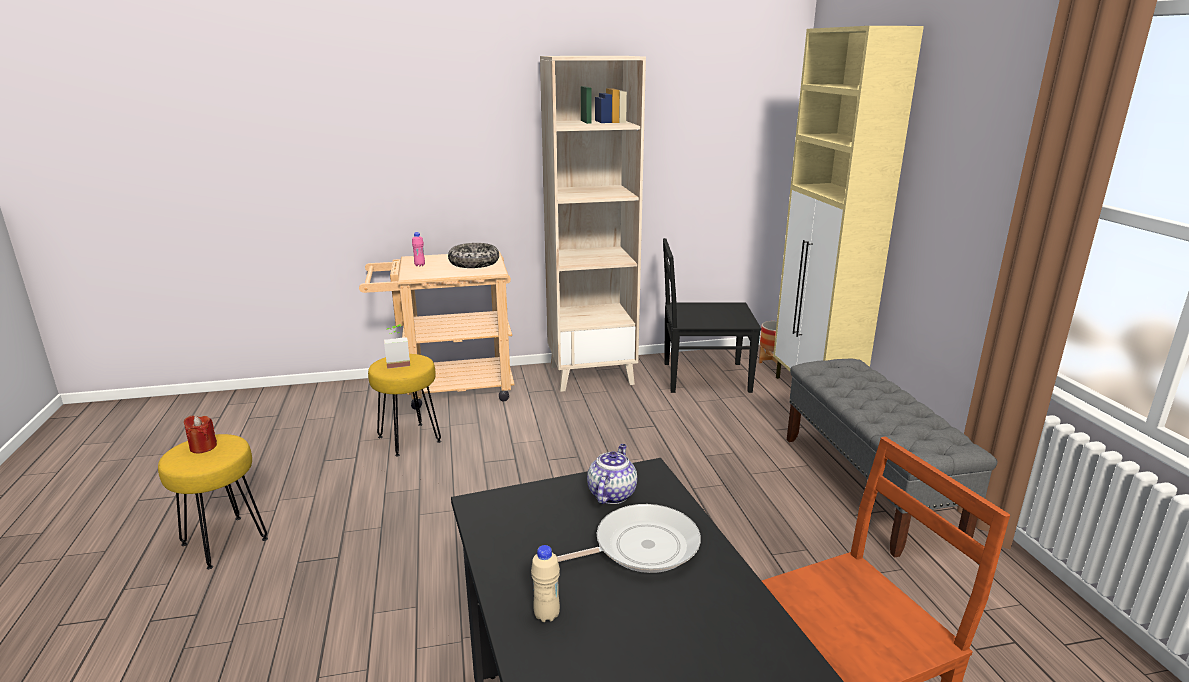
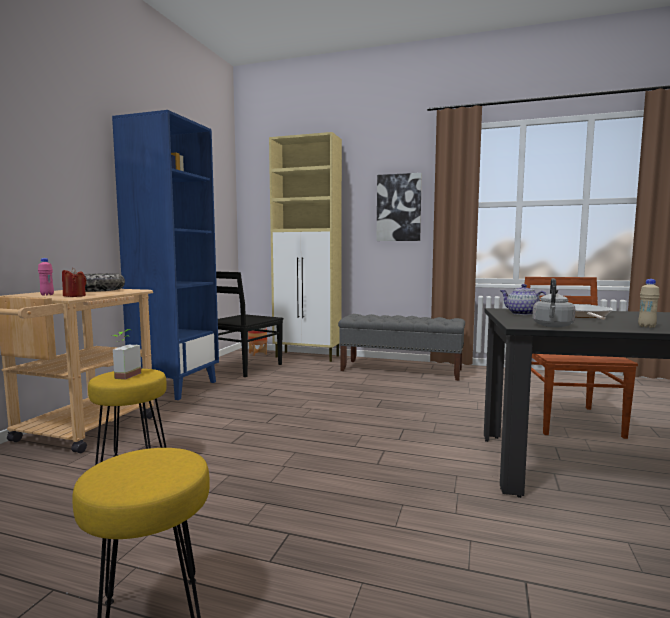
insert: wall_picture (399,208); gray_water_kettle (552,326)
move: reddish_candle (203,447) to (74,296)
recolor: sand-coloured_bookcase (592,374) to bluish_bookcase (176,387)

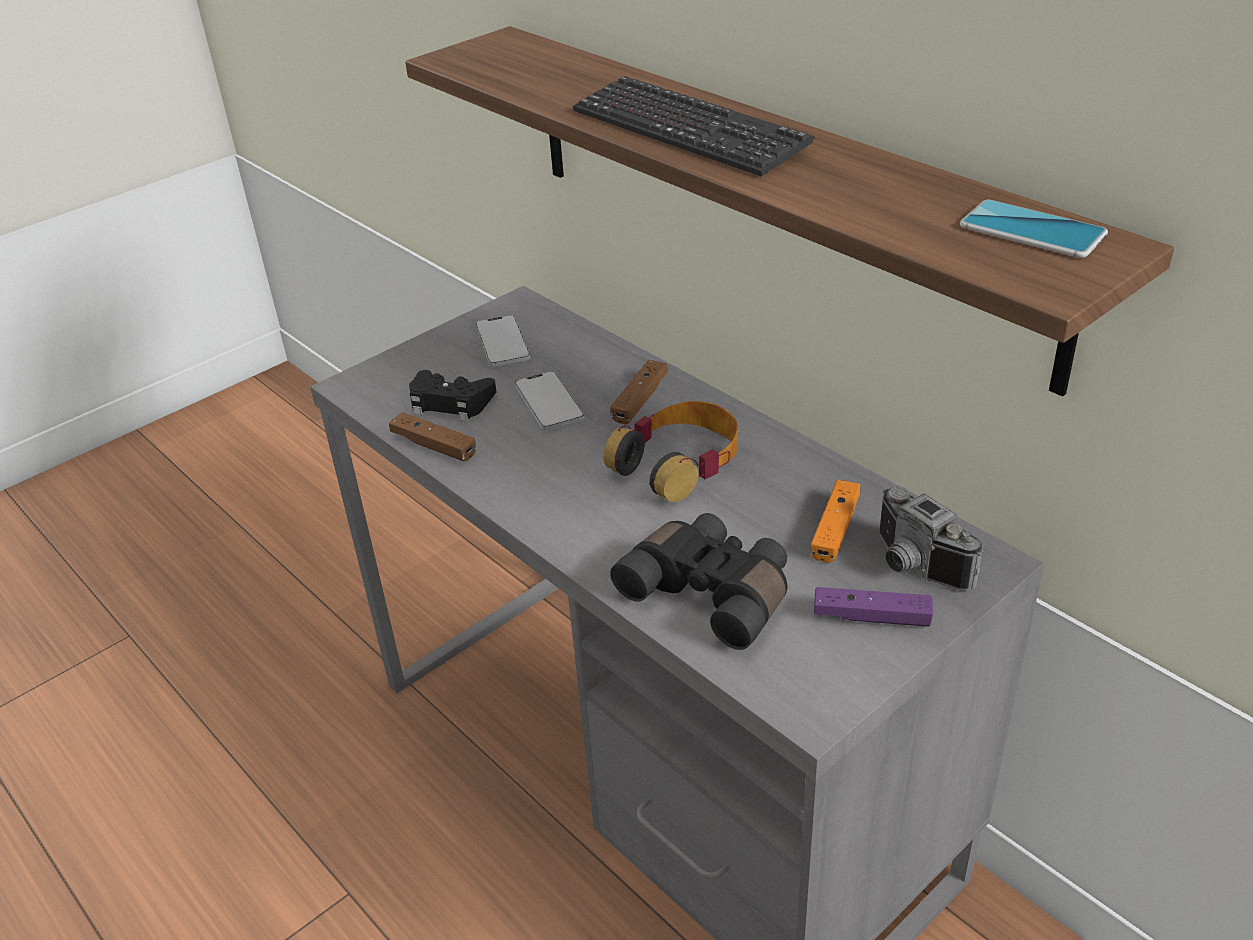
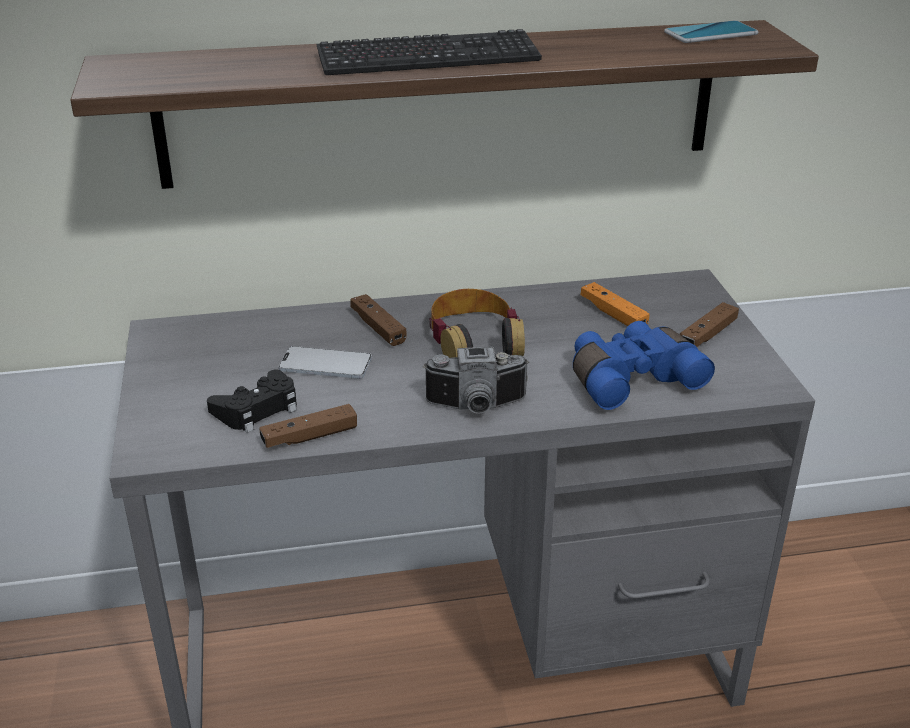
delete: phone (502,342)
move: still_camera (913,567) to (477,407)
recolor: blackish_pair_of_binoculars (712,592) to bluish_pair_of_binoculars (631,378); purple-coloured_joypad (871,617) to brownish_joypad (707,335)

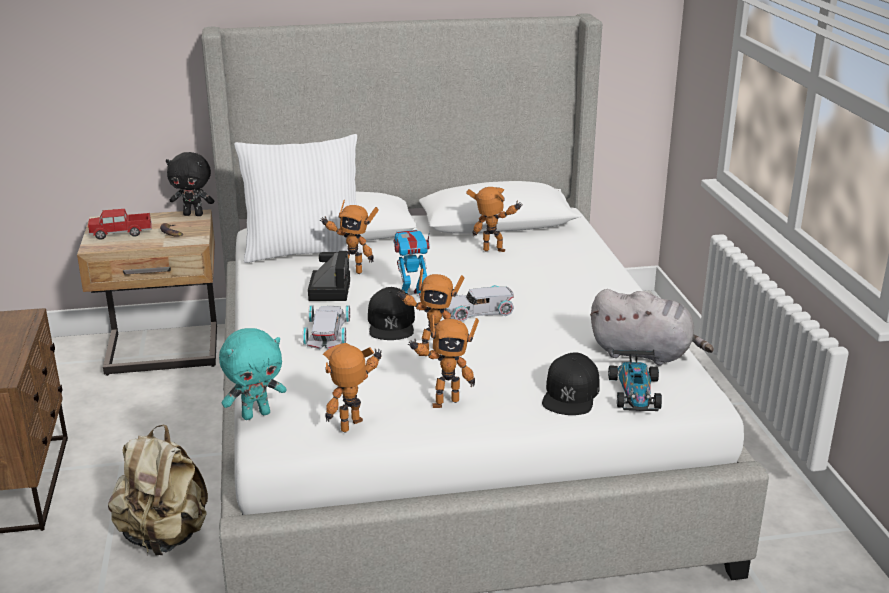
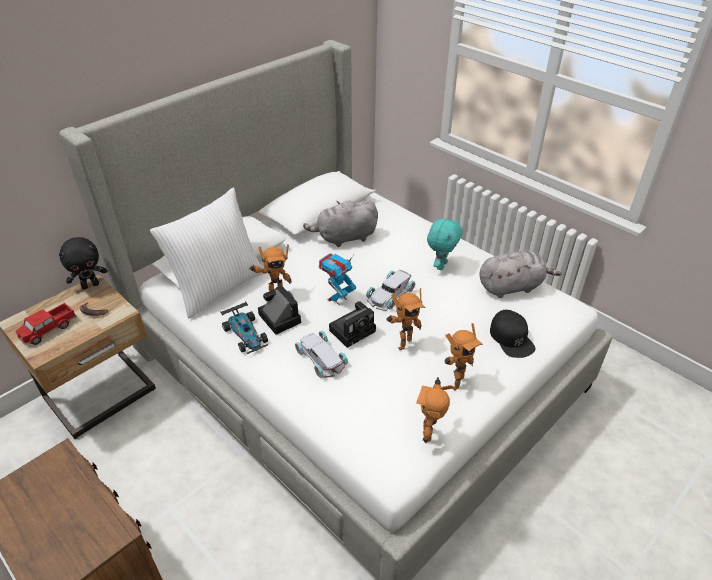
delete: sand-coloured_backpack (164,537)
move: blue-green_soft_toy (256,414) to (441,265); model_car (635,392) to (246,334)
replace: blackish_peaked_cap (391,323) to still_camera (353,330); model_robot (494,252) to gray_soft_toy (344,238)

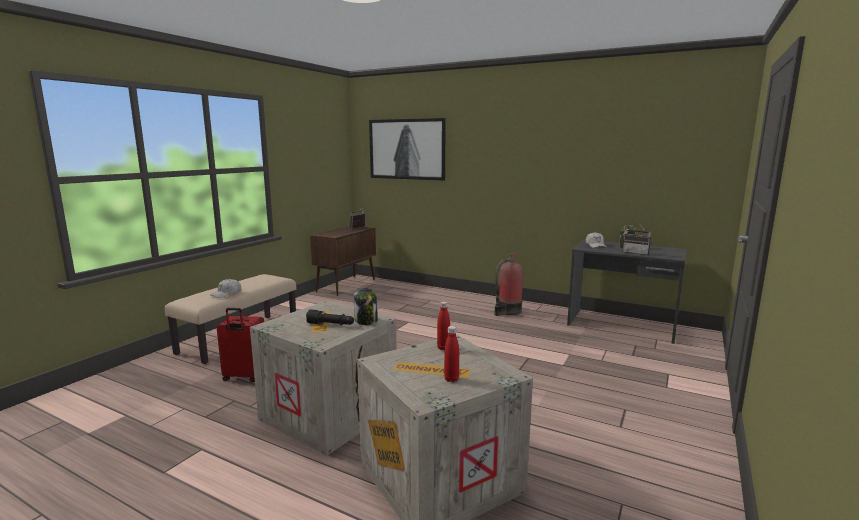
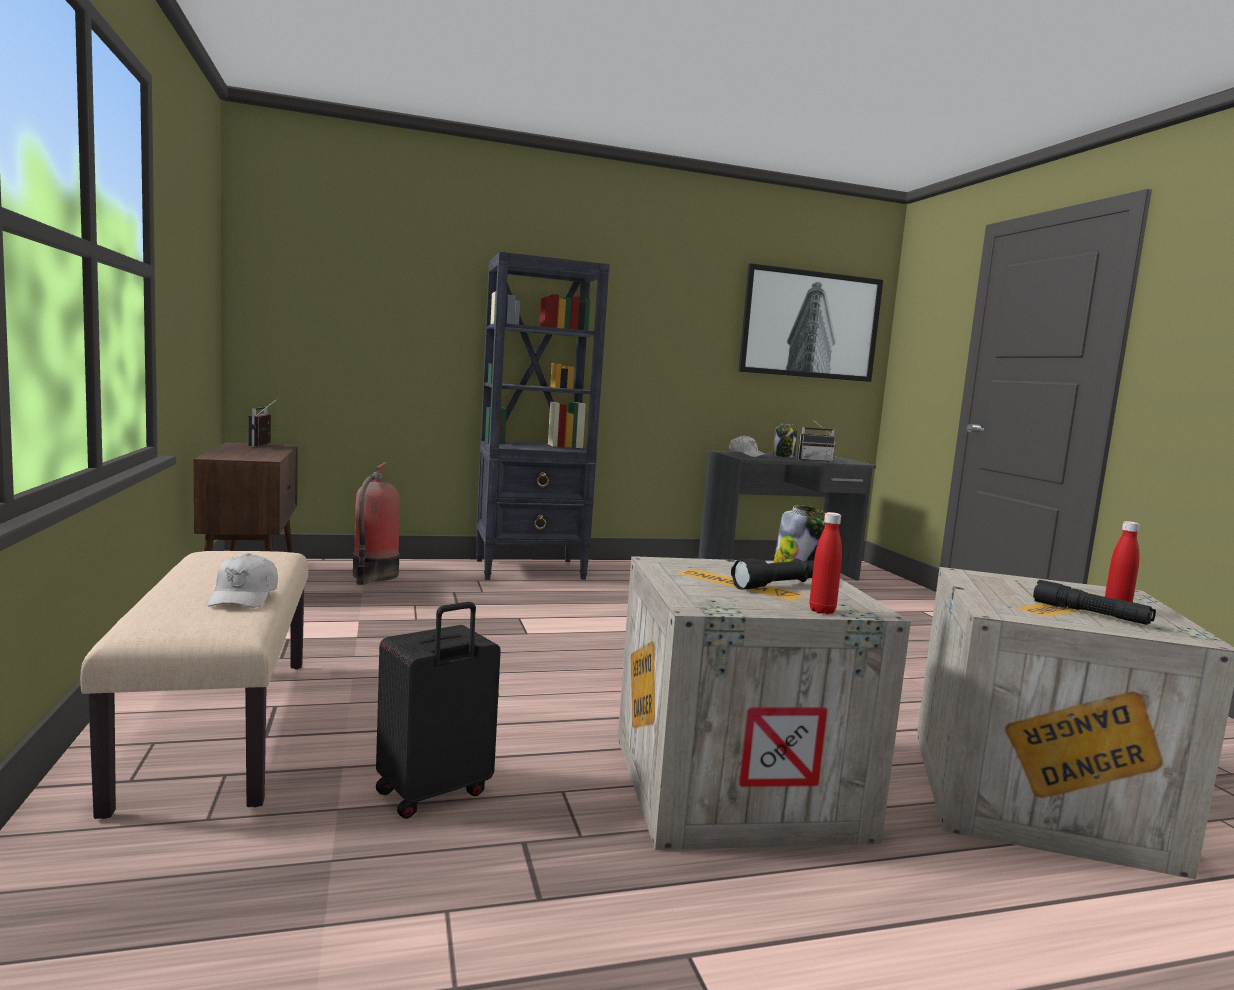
insert: blackish_bookcase (531,570); blackish_flashlight (1090,614)
move: wall_picture (407,149) to (810,325); reddish_drink_bottle (443,348) to (822,611); fire_extinguisher (508,311) to (374,576)
recolor: reddish_travel_case (244,377) to blackish_travel_case (434,793)

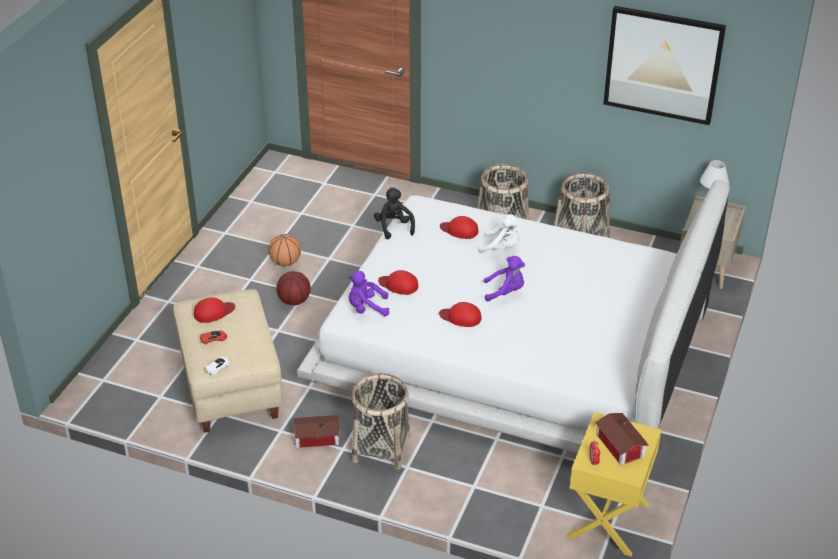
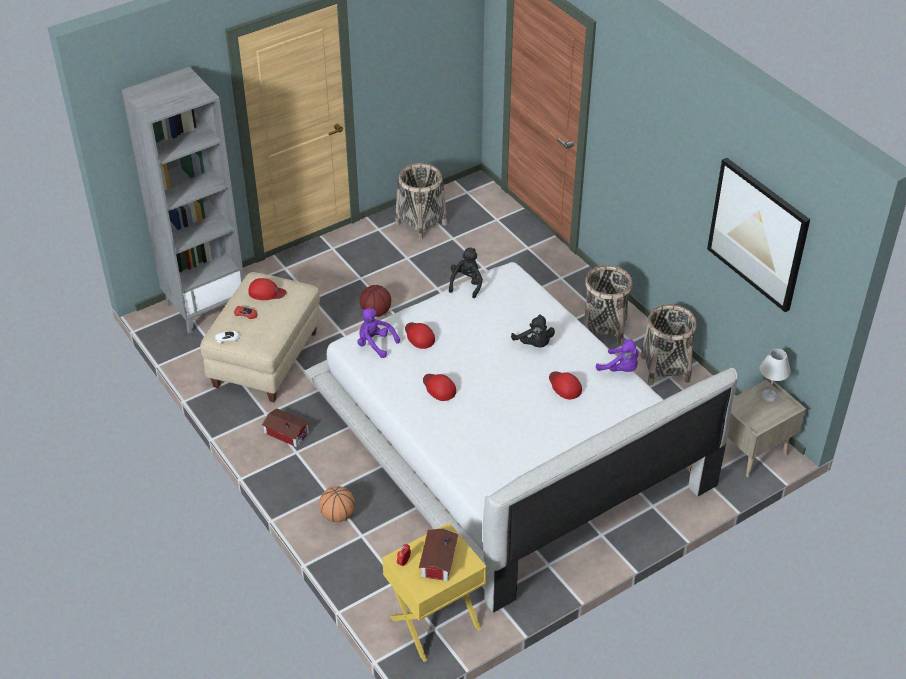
insert: gray_bookcase (206,306)
move: ball_for_basketball (285,262) to (338,515); storage_basket (381,448) to (421,223); reddish_peaked_cap (459,230) to (564,386); purple-coloured_soft_toy (505,292) to (620,369)
recolor: white-coloured_soft_toy (502,248) to blackish_soft_toy (534,344)

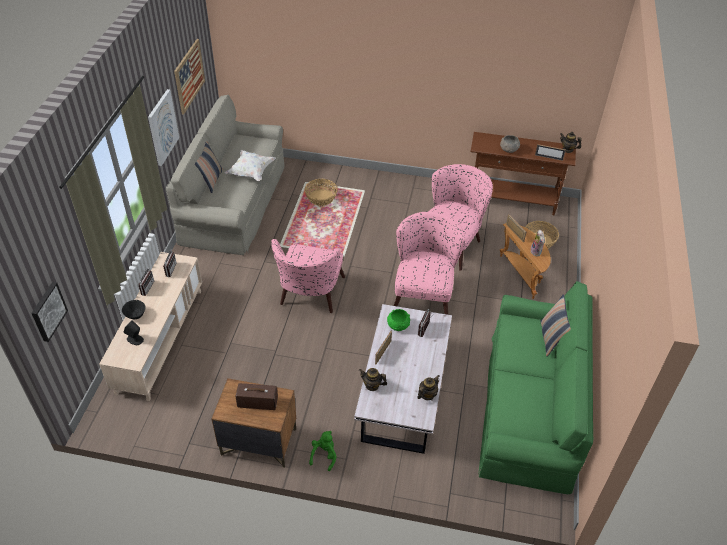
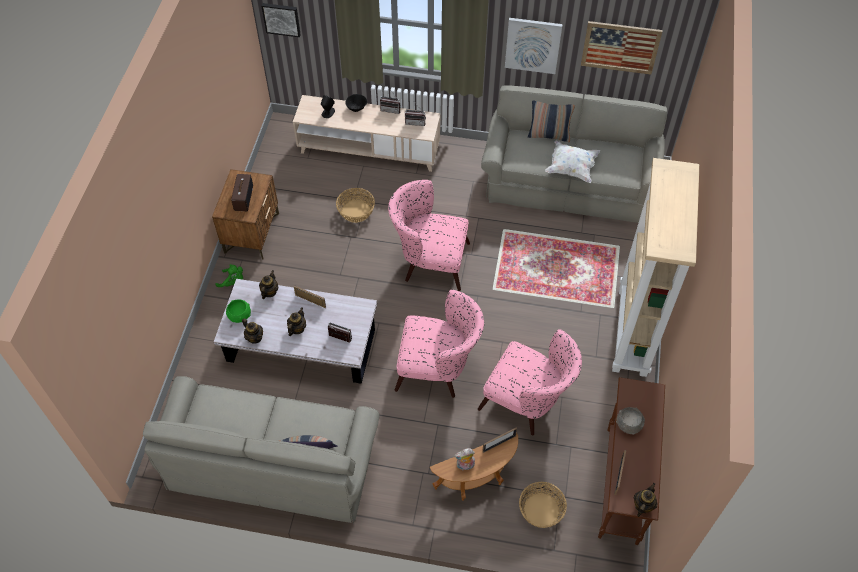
insert: teapot (297,329); sand-coloured_bookcase (633,331)
move: storage_basket (321,198) to (356,211); green-coloured_bowl (398,326) to (239,315)
recolor: green-coloured_couch (528,409) to gray_couch (272,463)

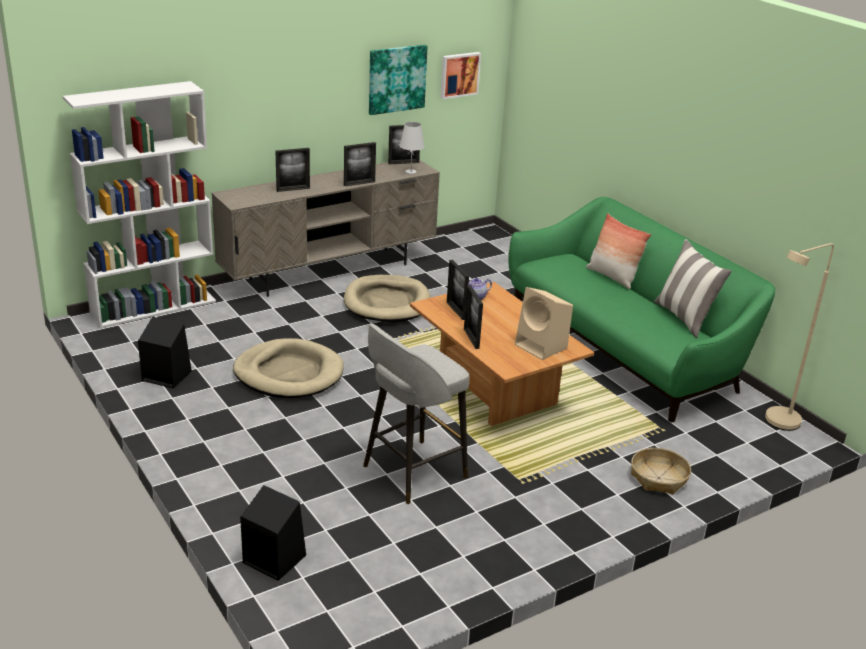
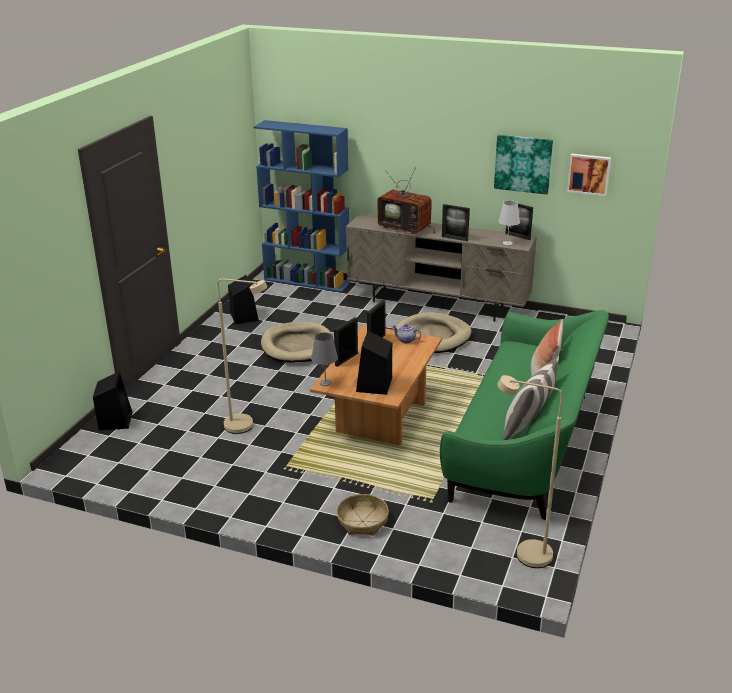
insert: gray_tabletop_lamp (325,383)
replace: picture_frame (293,189) to TV (406,227); gray_sitting_stool (412,472) to sand-coloured_floor_lamp (246,426)
recolor: white-coloured_bookcase (154,307) to bluish_bookcase (307,281); sand-coloured_speaker (542,347) to blackish_speaker (374,385)

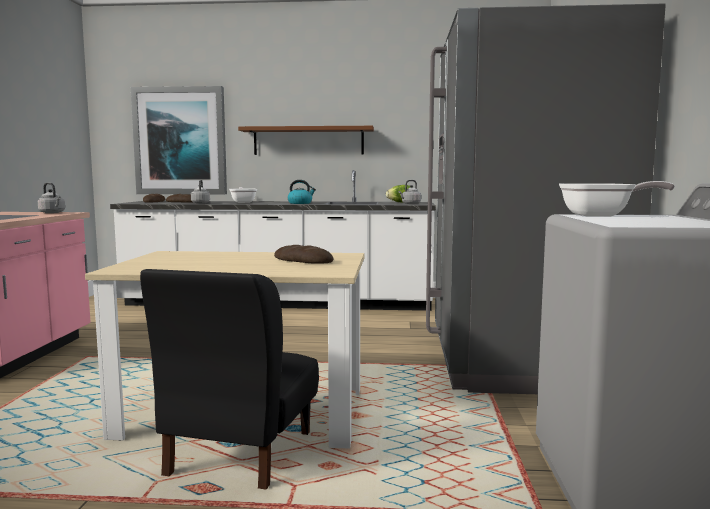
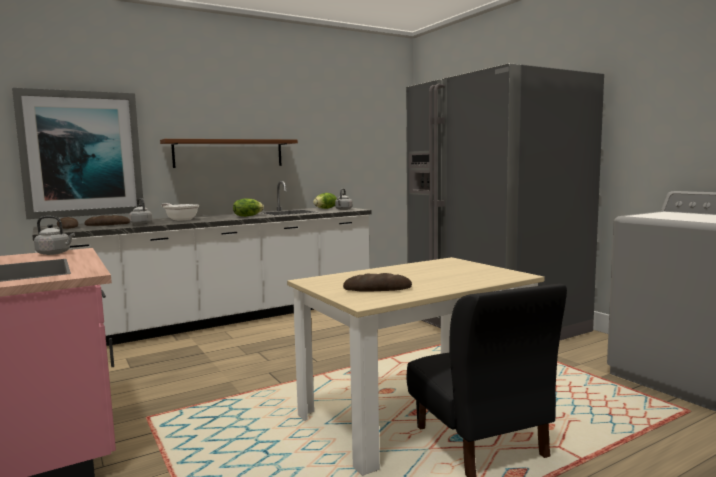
delete: pan (602,215)
move: baked_bread (303,260) to (377,288)
replace: water_kettle (300,203) to head_of_lettuce (247,216)

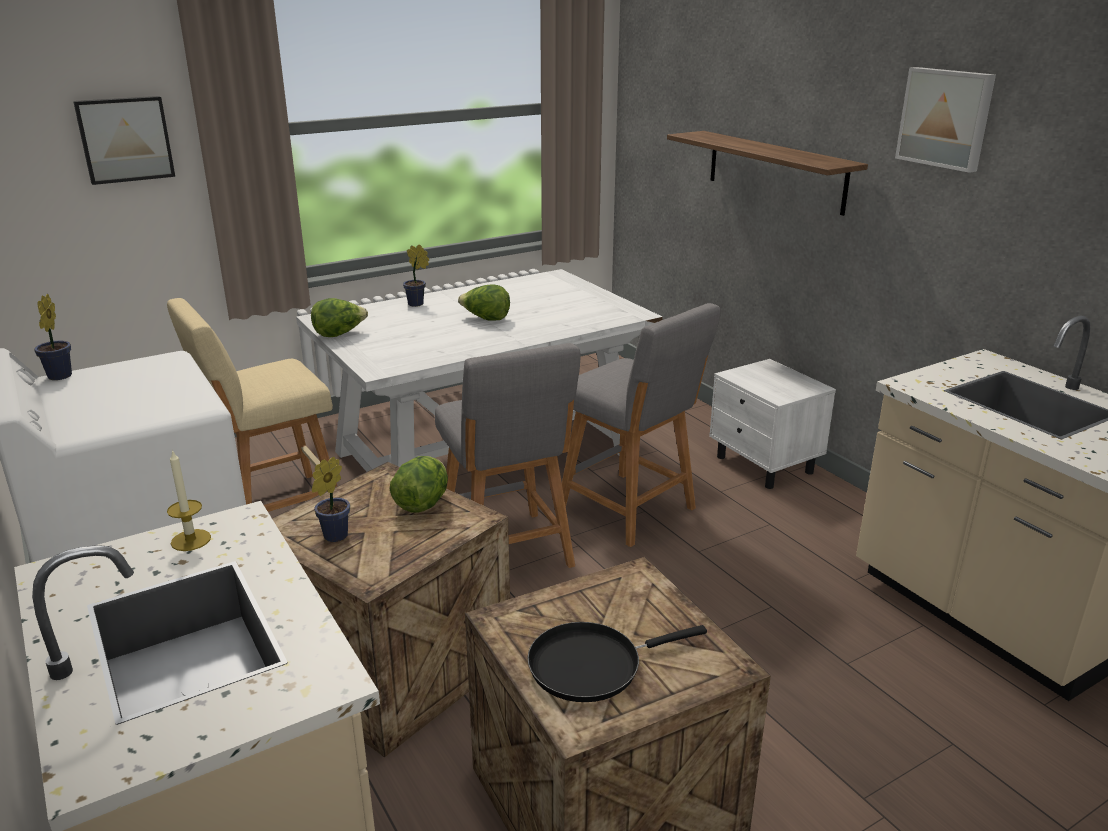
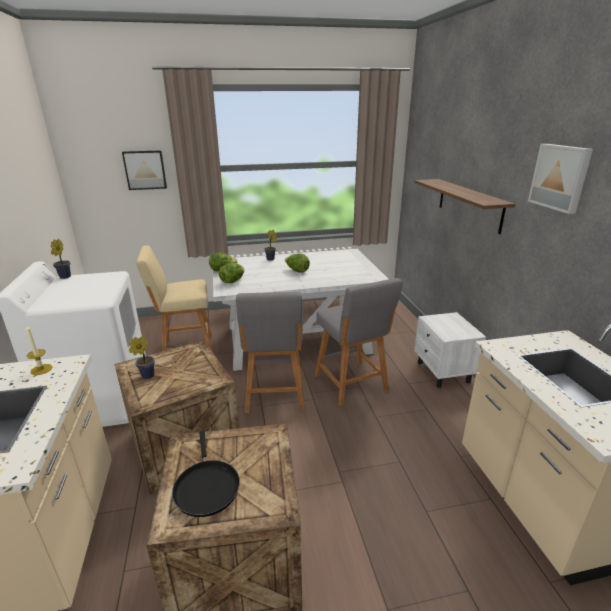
move: head_of_lettuce (422,504) to (232,281)
rotate: blackish_pan (592,665) = (206,486) 105 degrees counterclockwise

